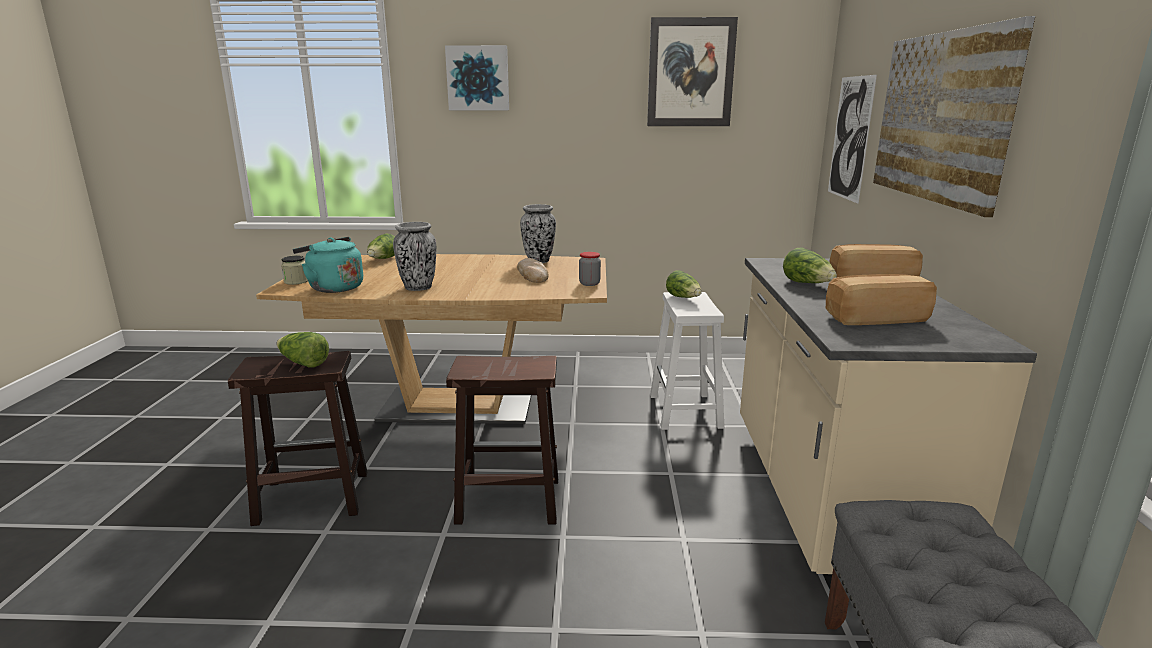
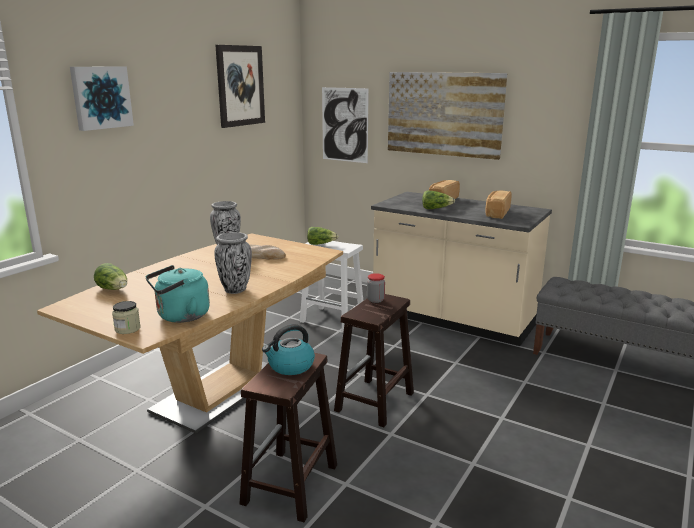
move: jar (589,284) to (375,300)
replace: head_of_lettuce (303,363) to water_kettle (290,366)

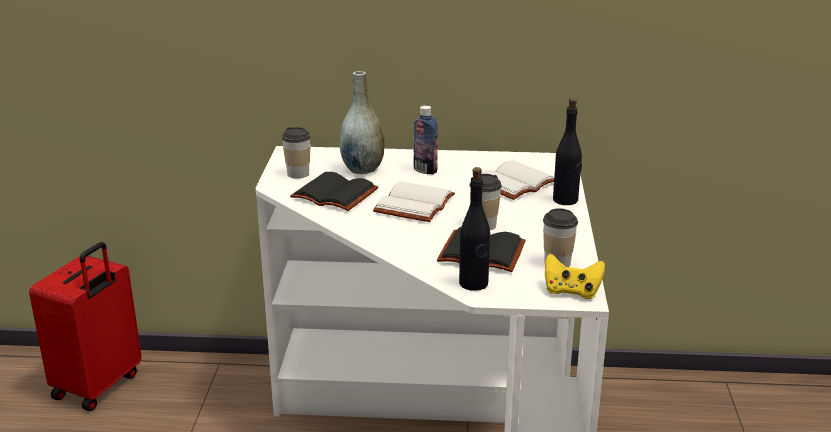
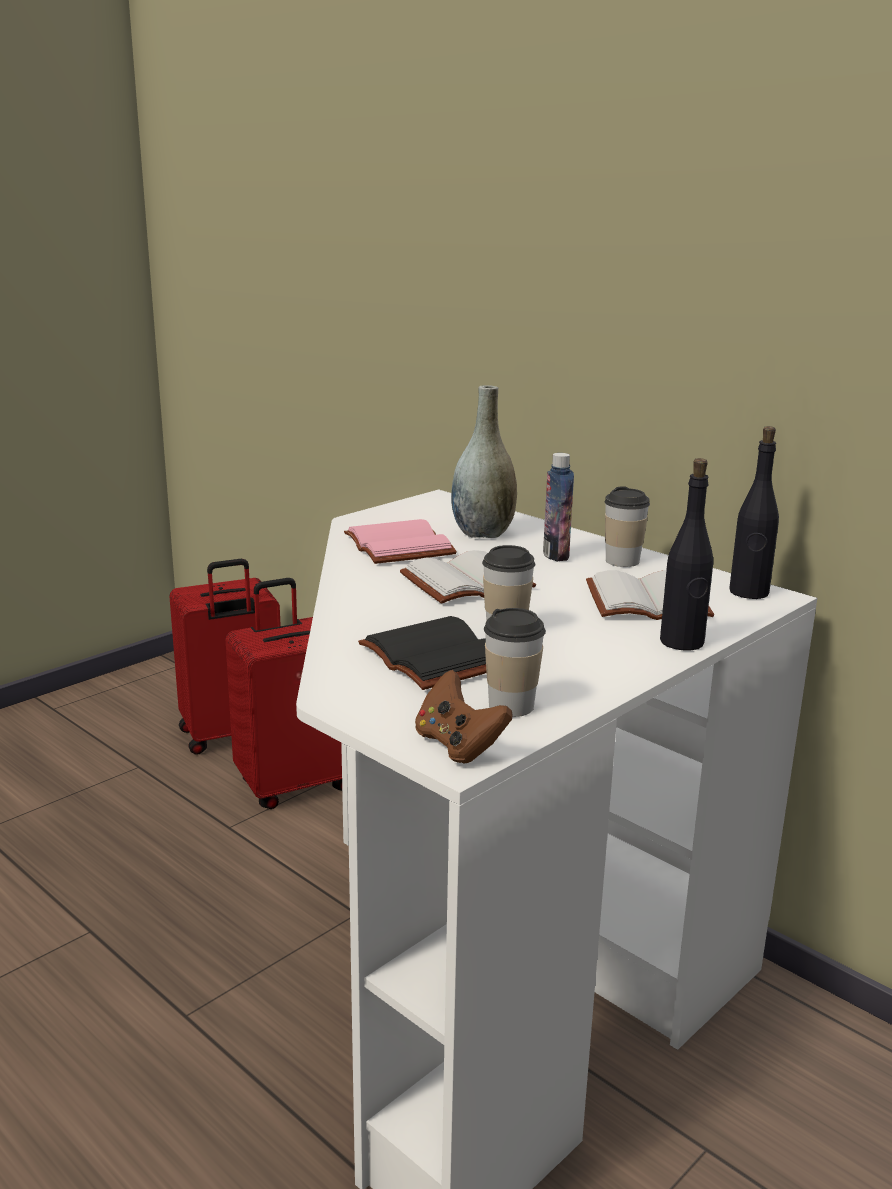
insert: reddish_travel_case (293,784)
move: drinking_cup (298,174) to (622,561); blackish_drink_bottle (474,284) to (749,592)
recolor: blackish_volume (336,194) to pink-coloured_volume (402,546); yellowish_joypad (571,291) to brownish_joypad (458,745)

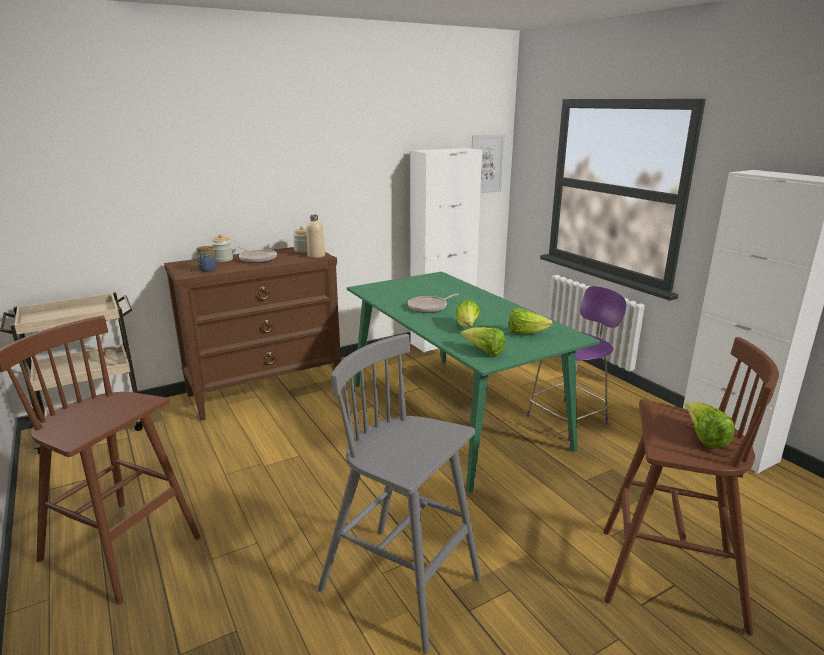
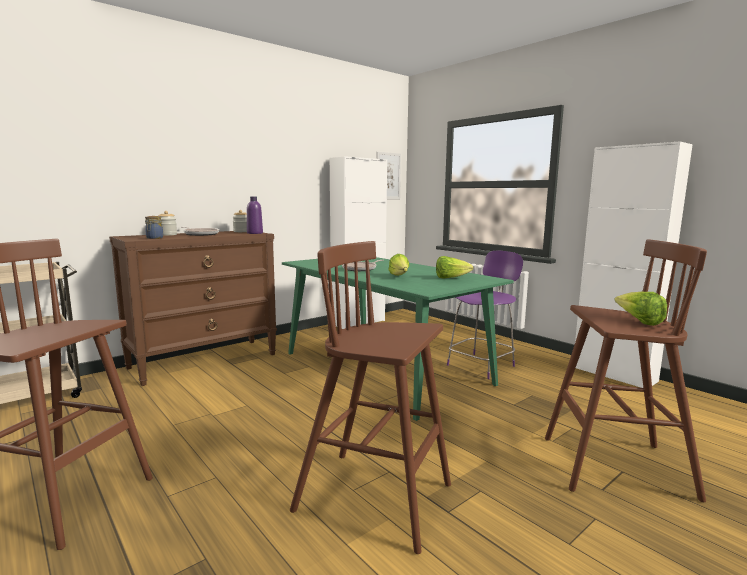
delete: head_of_lettuce (484,352)
recolor: sand-coloured_drink_bottle (316,256) to purple-coloured_drink_bottle (255,233); gray_sitting_stool (403,586) to brownish_sitting_stool (377,498)

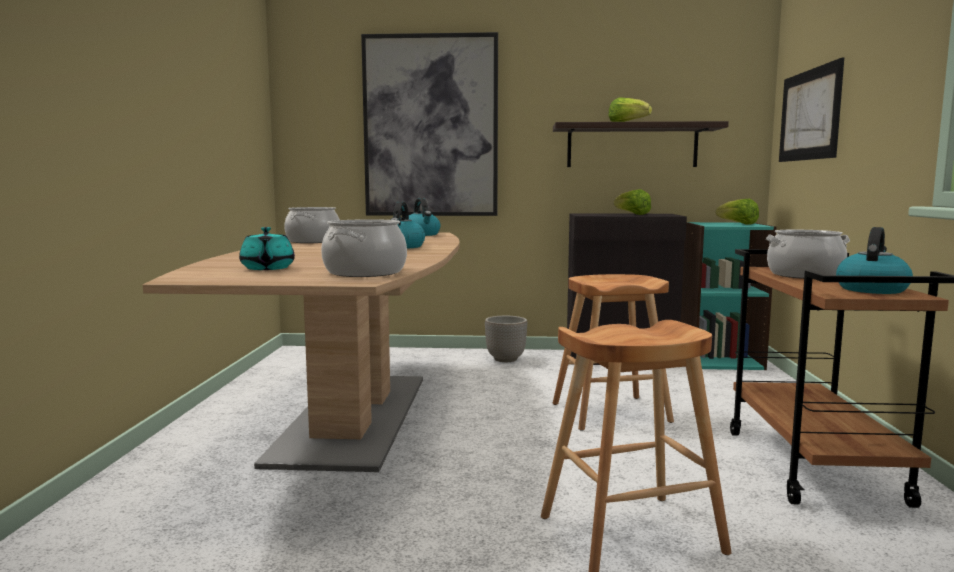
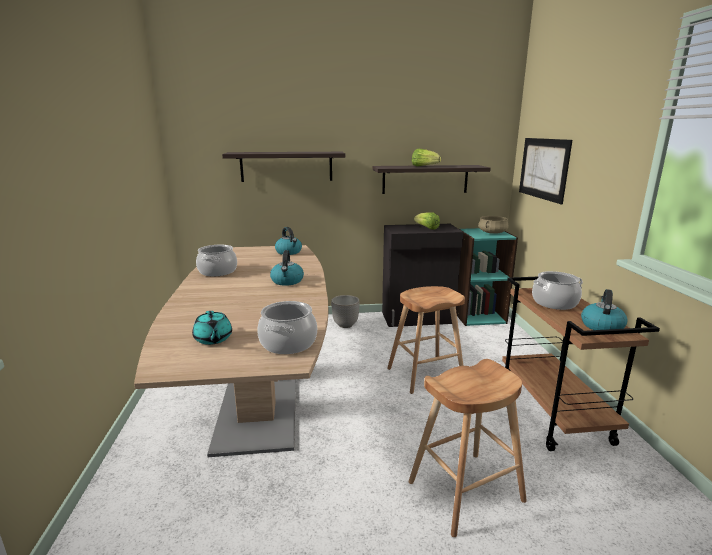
replace: wall_picture (431,126) to bracket_shelf (286,166); head_of_lettuce (737,224) to sand-coloured_stockpot (492,233)

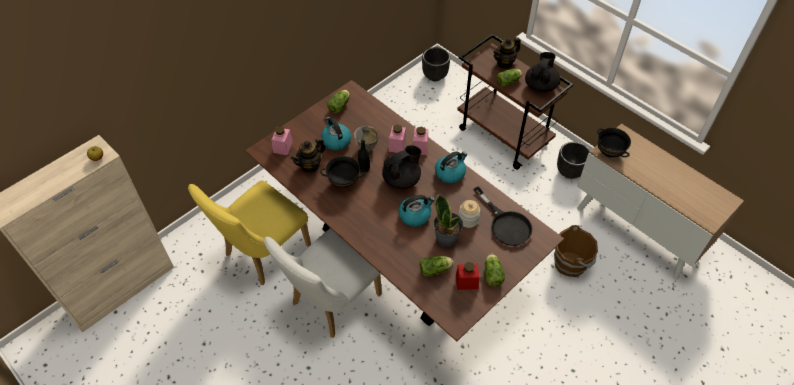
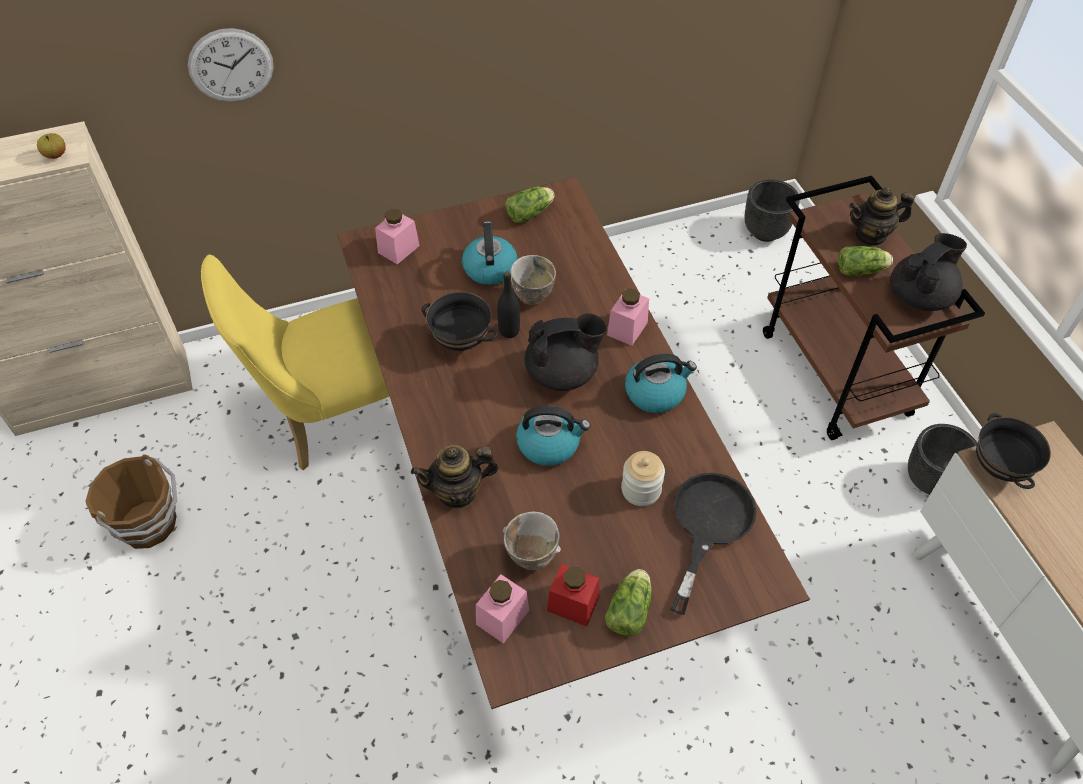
delete: white-coloured_chair (331,303); plant_in_a_pot (446,238)
insert: clock_on_the_wall (231,65)
move: teapot (310,165) to (458,492); pink-coloured_jar (397,145) to (502,617); brownish_water_bucket (571,263) to (149,524)
replace: head_of_lettuce (436,269) to bowl (530,557)
rotate: blackish_pan (506,224) = (708,525) 150 degrees counterclockwise

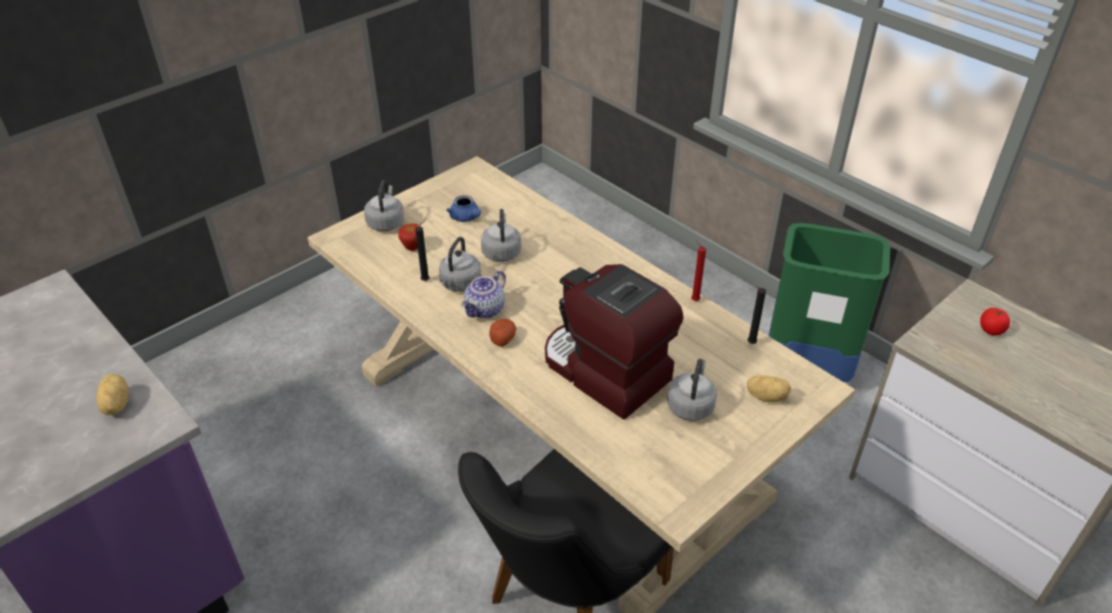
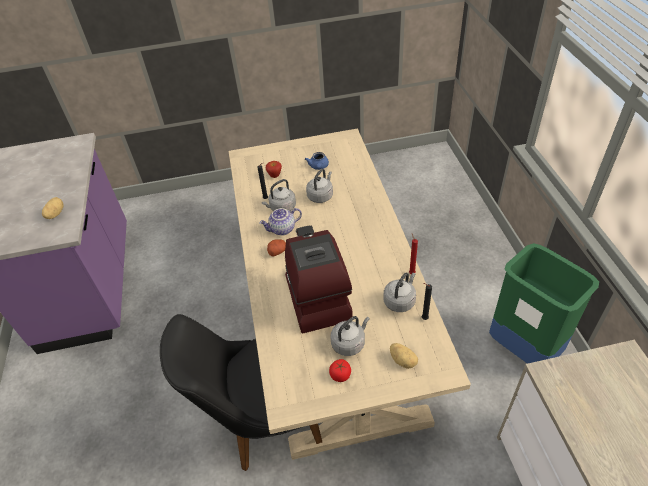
move: gray_water_kettle (386,222) to (400,301); fresh_tomato (991,330) to (340,375)

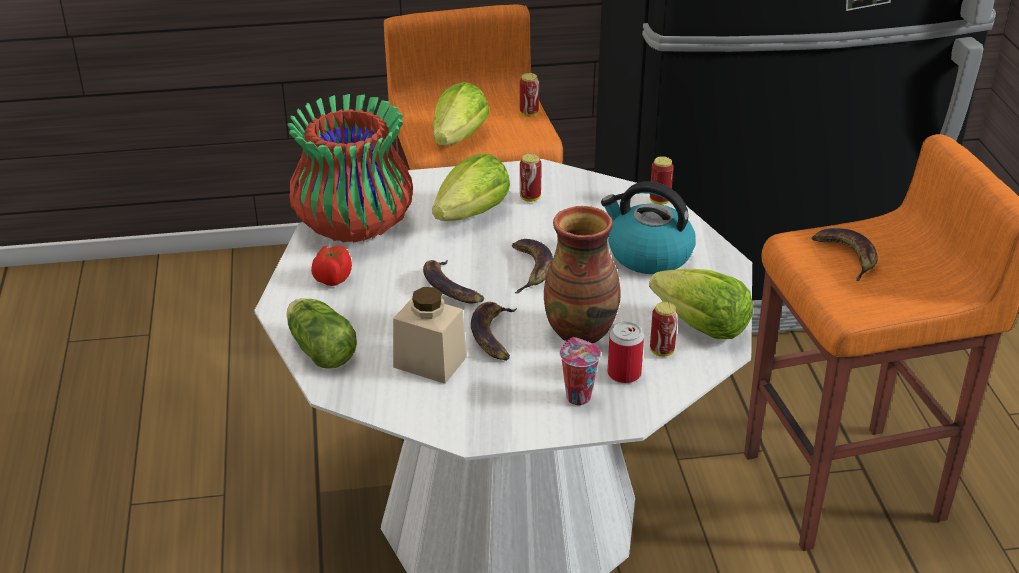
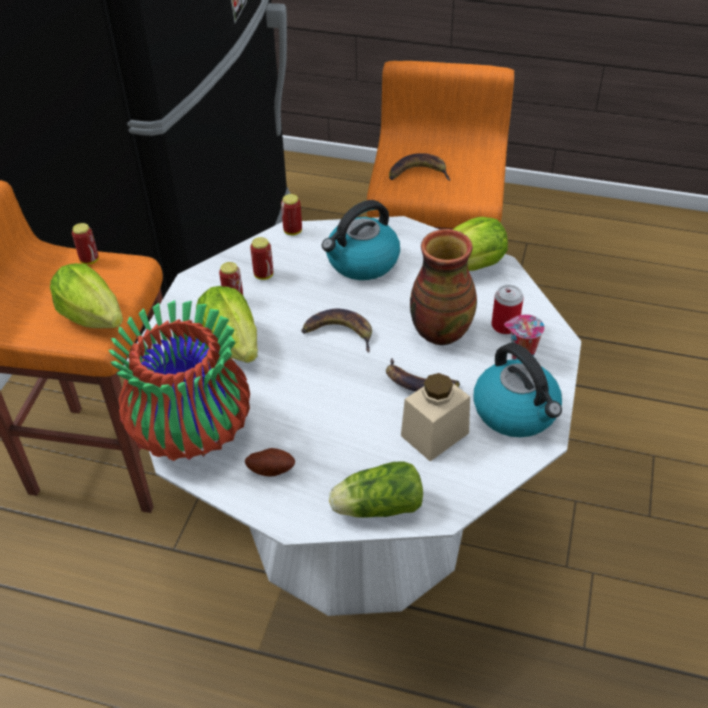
delete: whole_banana (449,287)
insert: water_kettle (517,412)
move: metal_can (662,351) to (263,275)
replace: fresh_tomato (332,279) to spud (271,469)

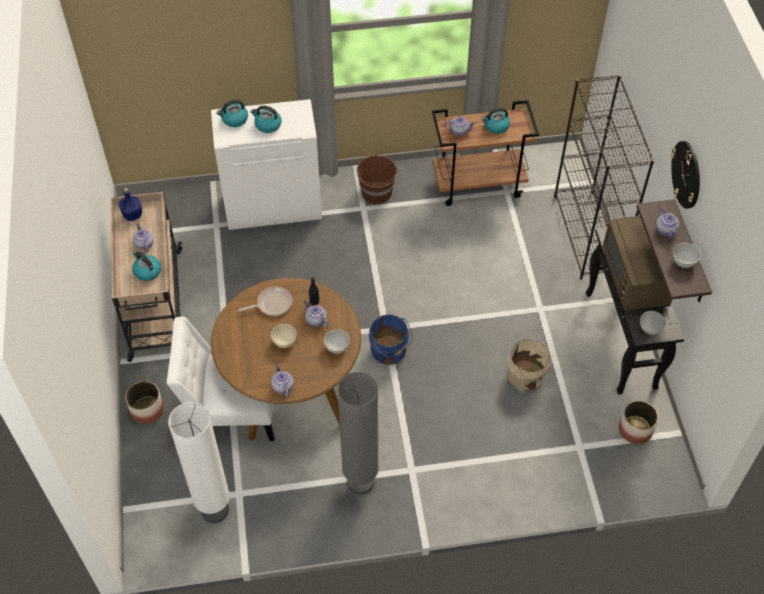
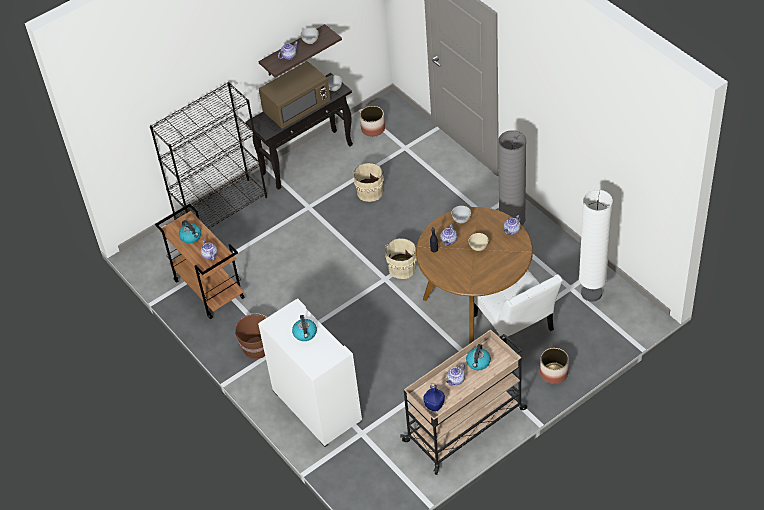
delete: water_kettle (234,120); pan (272,304); clock_on_the_wall (686,174)
recolor: bluish_water_bucket (389,351) to sand-coloured_water_bucket (403,267)

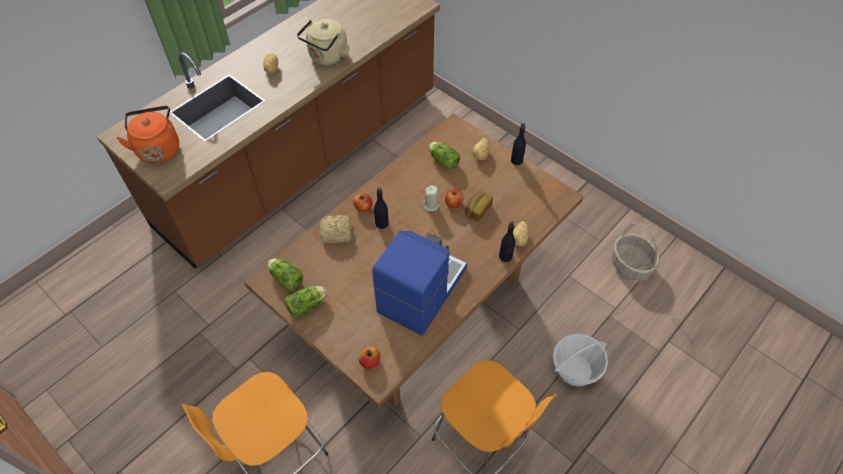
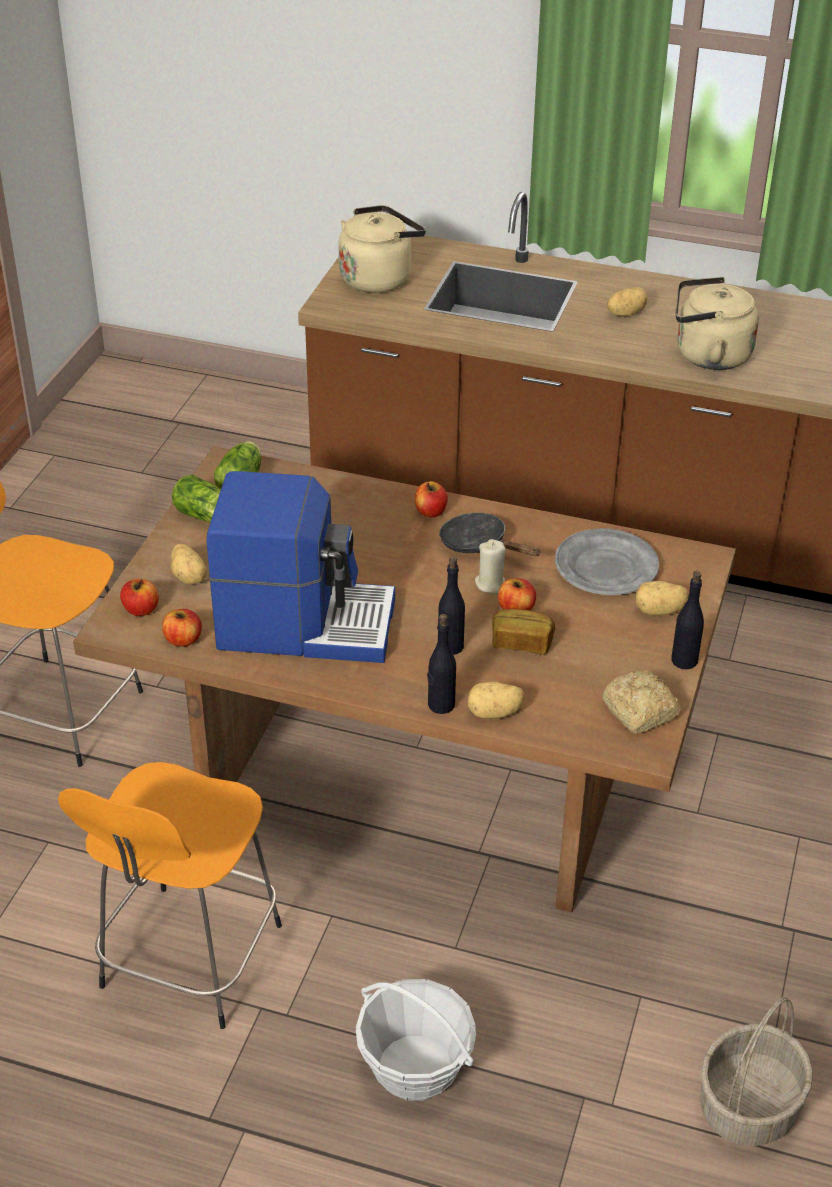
insert: apple (183,640); spud (189,577); blackish_pan (479,544)
move: baked_bread (337,233) to (640,713); blackish_drink_bottle (381,223) to (450,646)
replace: head_of_lettuce (442,160) to gray_flat_dish (605,568)
recolor: orangey_water_kettle (158,148) to sand-coloured_water_kettle (378,278)

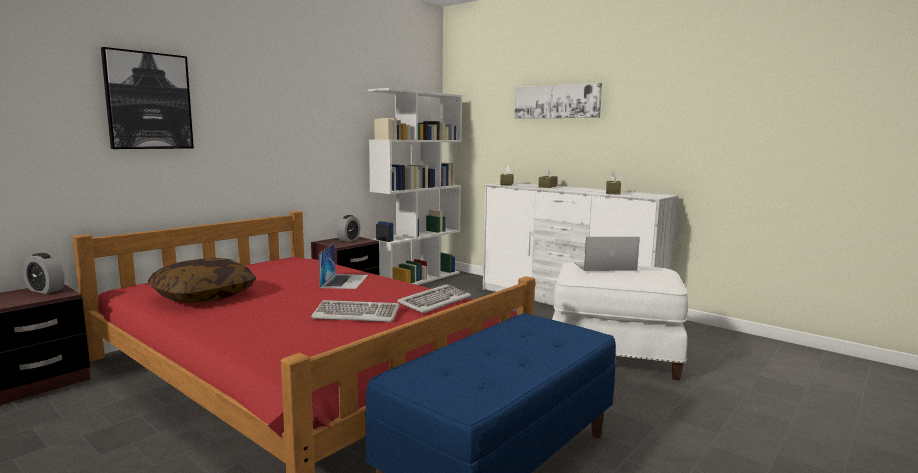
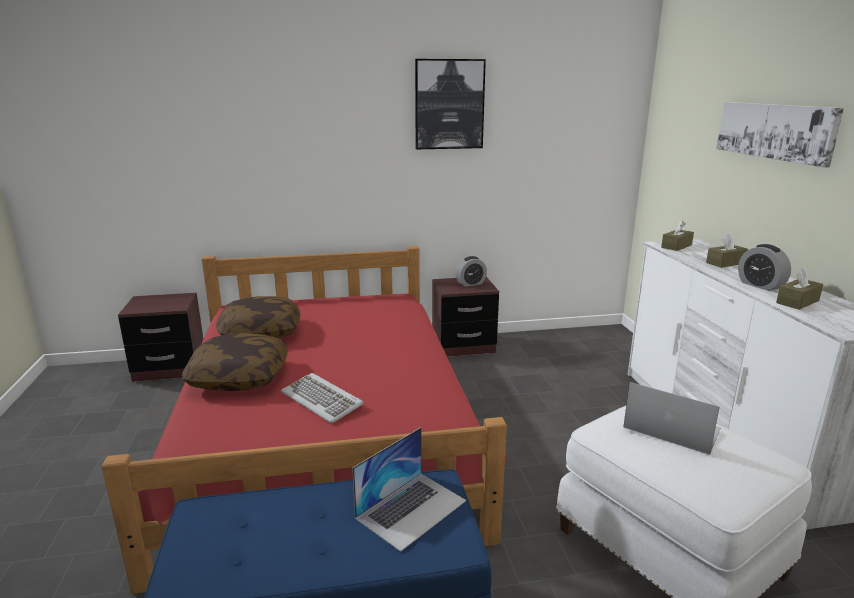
delete: white-coloured_bookcase (417,279); PC_keyboard (434,301)
insert: pillow (239,377)
move: alarm_clock (45,290) to (760,285); wall_picture (148,101) to (449,104); laptop (344,281) to (411,509)

